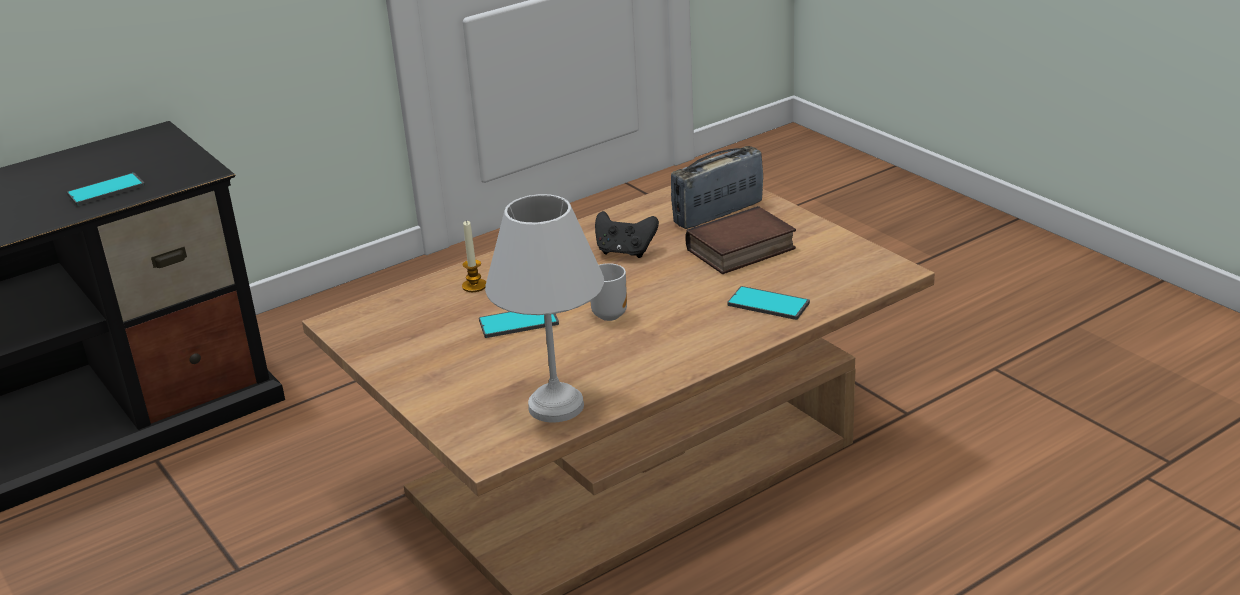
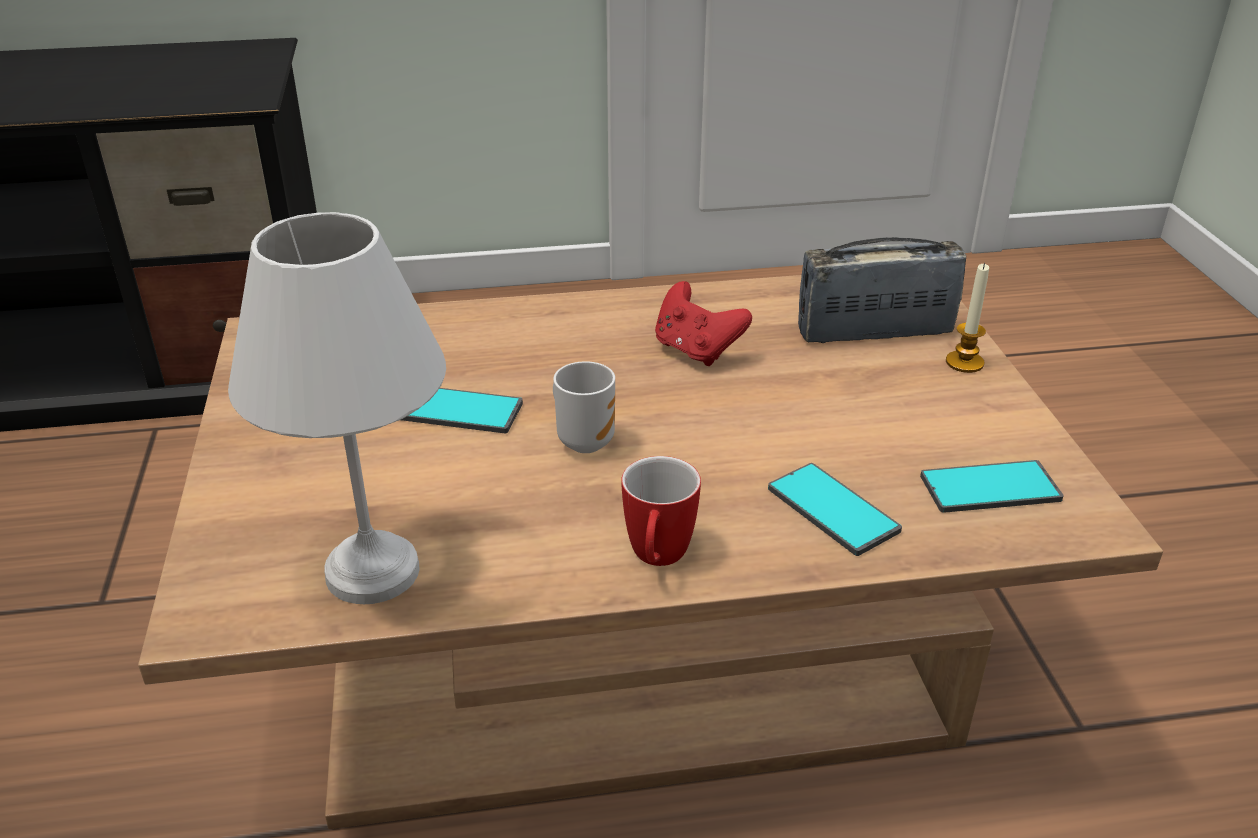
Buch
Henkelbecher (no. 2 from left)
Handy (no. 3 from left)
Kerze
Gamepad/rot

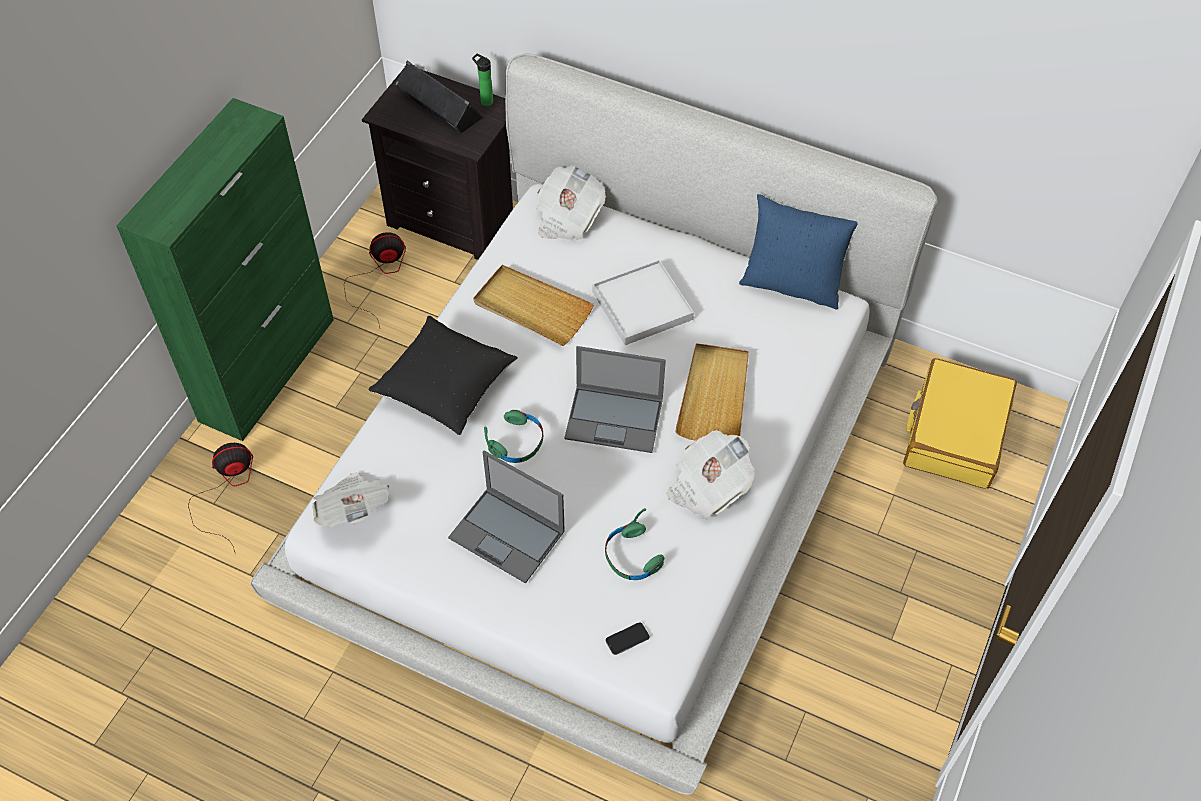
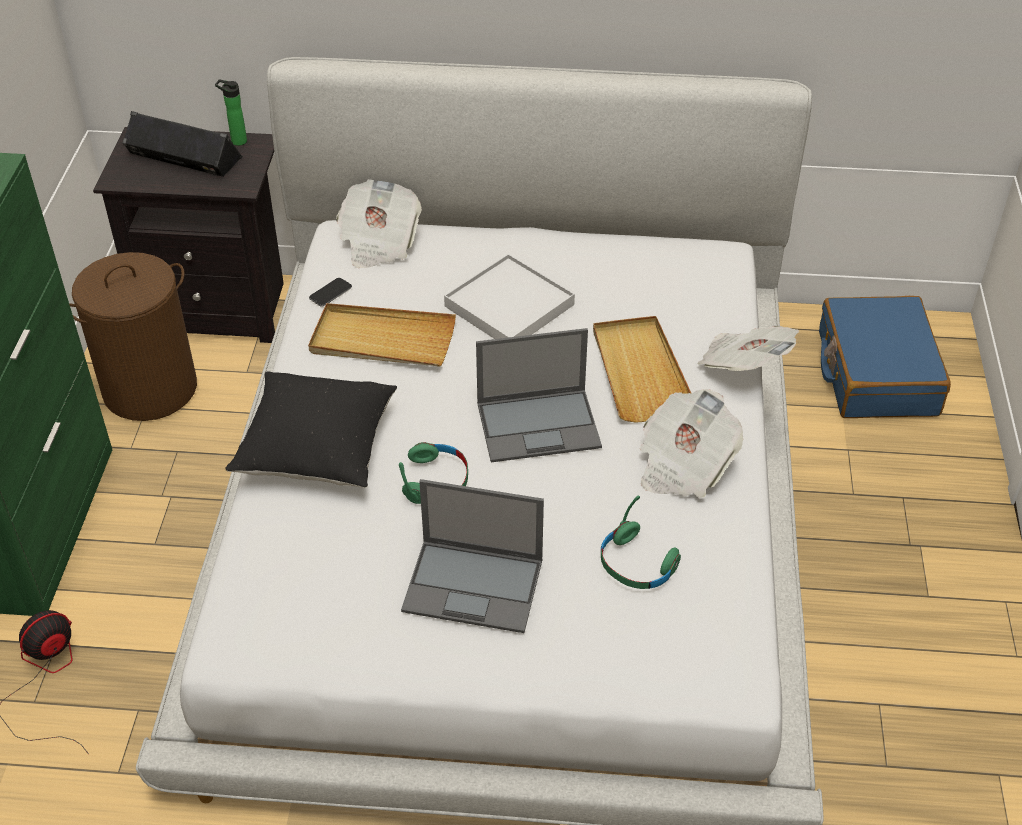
Kissen/blau
Zeitung (no. 3 from left)
Handy
Wäschekorb/braun
Koffer/blau

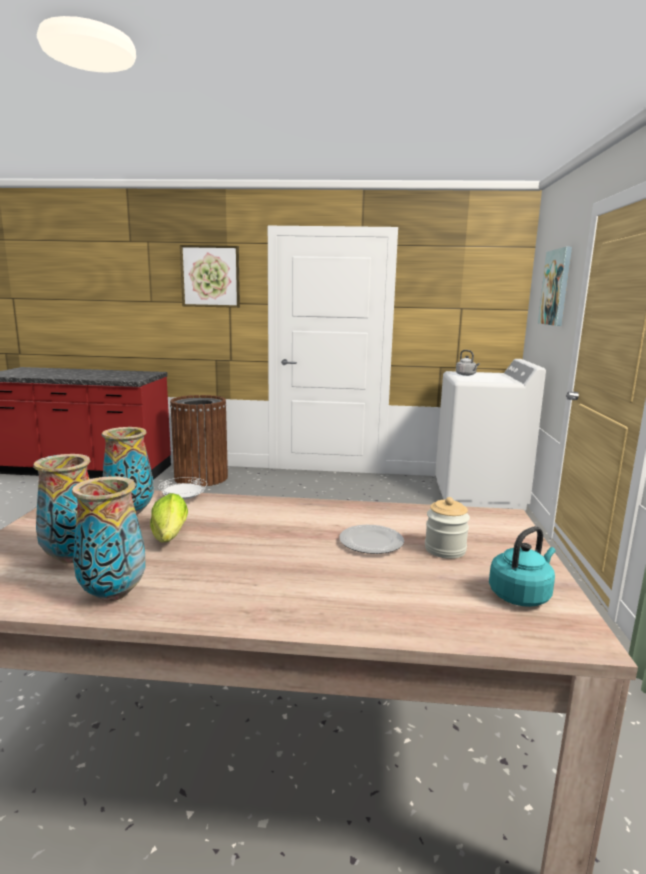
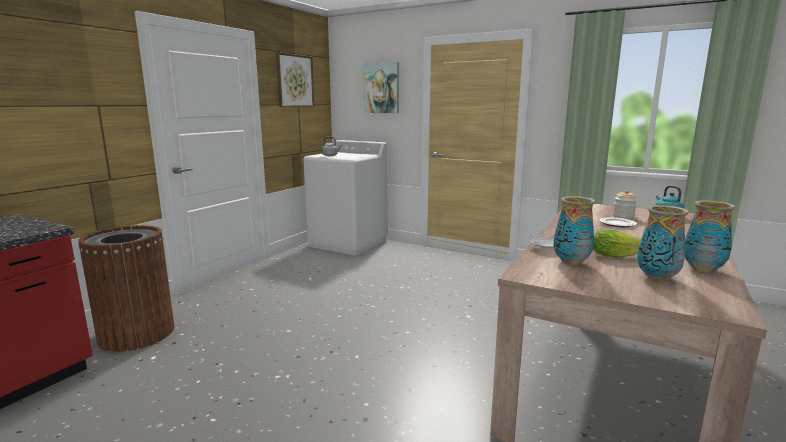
Bild (no. 1 from left)

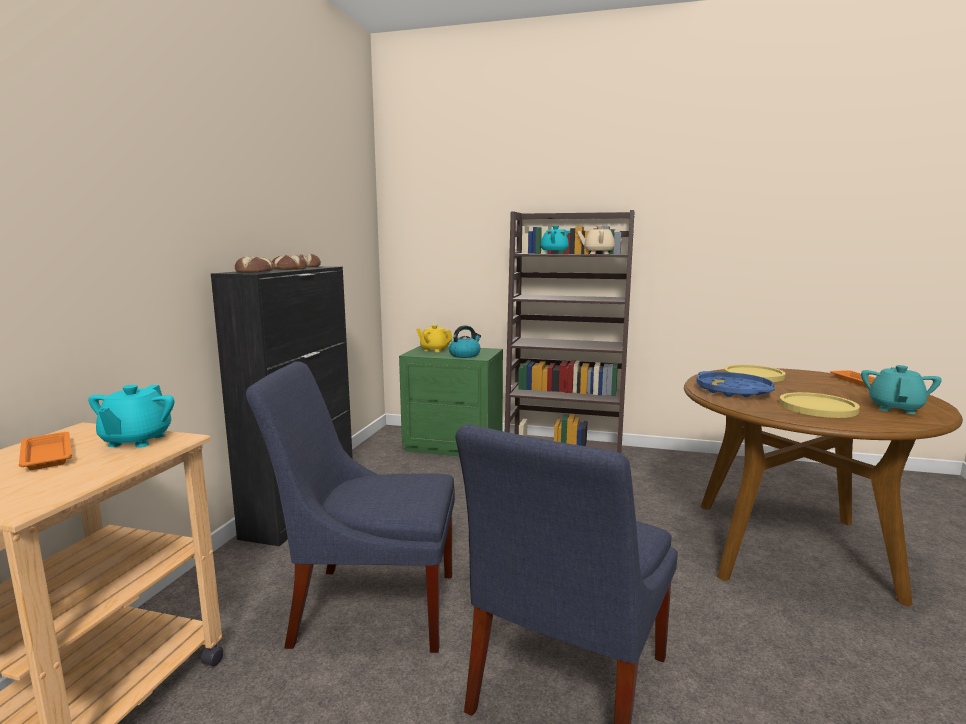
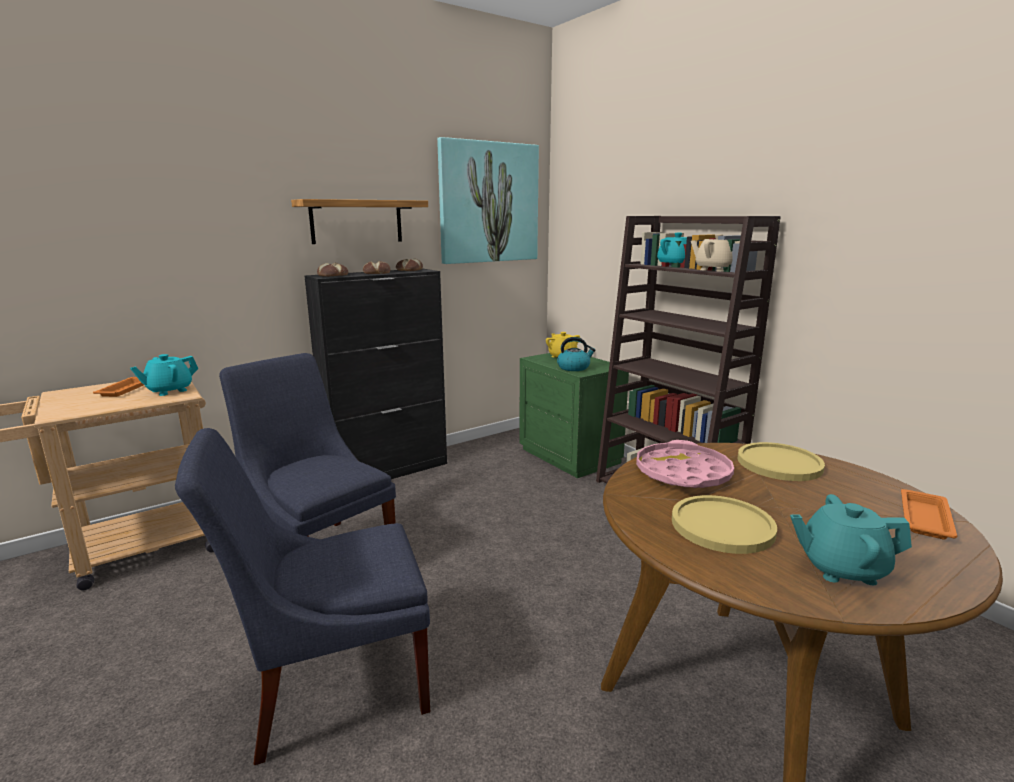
Wandregal
Bild
Tablett/rosa
Teekanne/türkis (no. 3 from left)

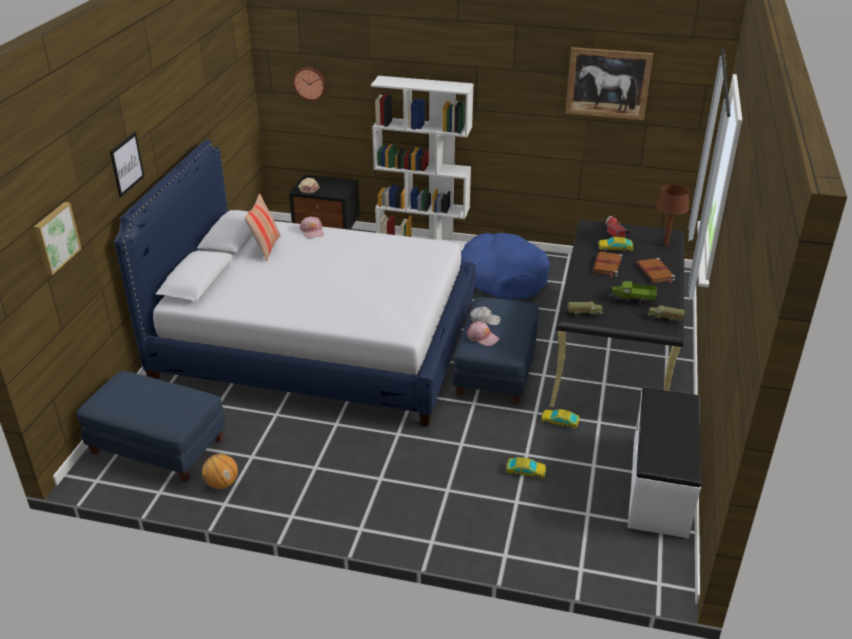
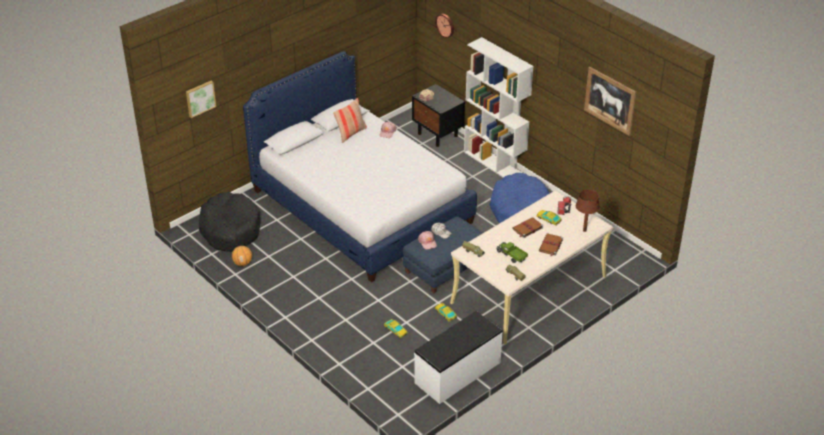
Bild (no. 2 from left in the first image)
Hundebett/schwarz
Schreibtisch/beige

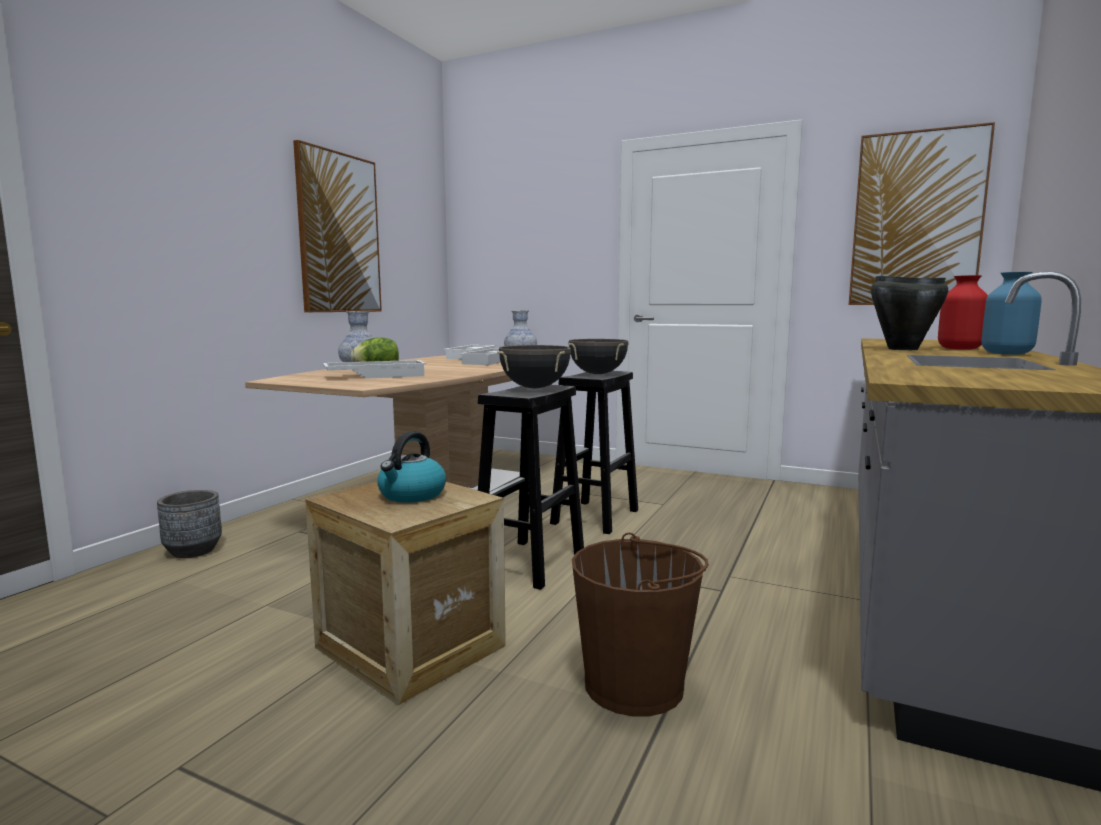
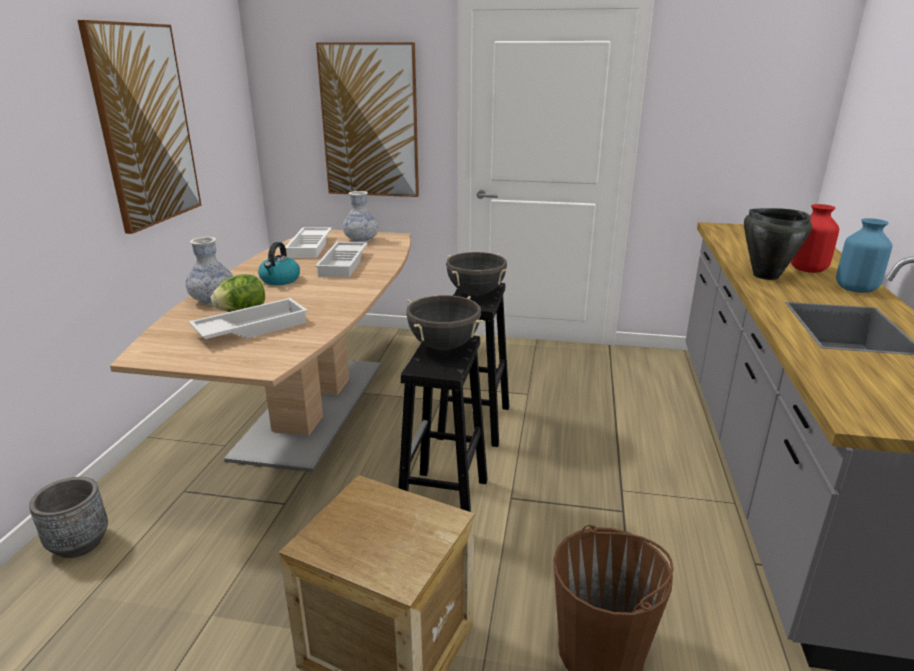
Wasserkessel
Bild (no. 2 from left)

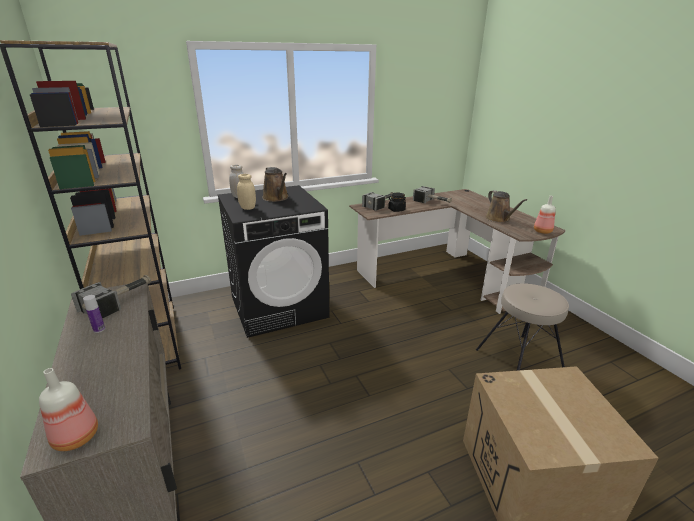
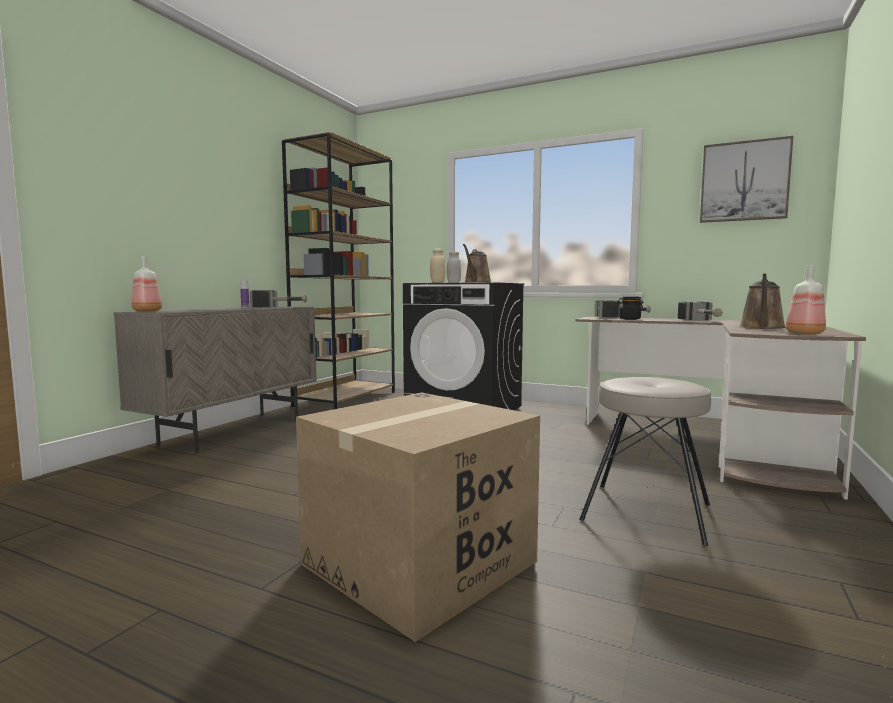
Bild

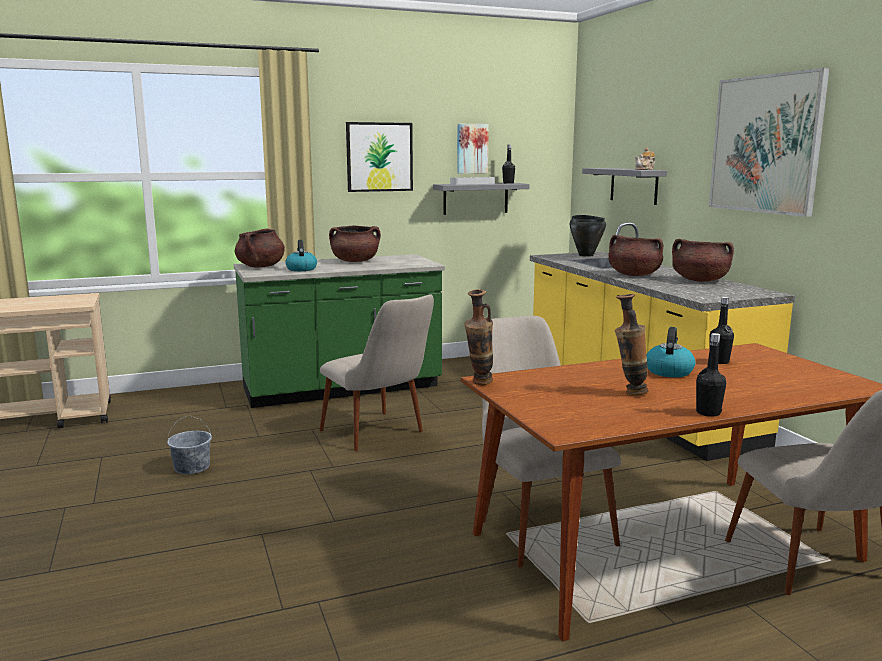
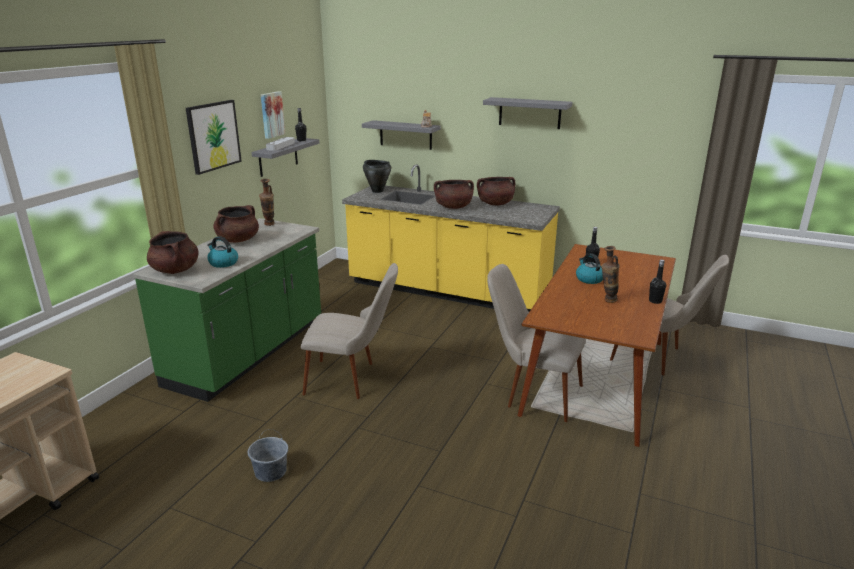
Vase (no. 1 from left)
Wandregal/grau (no. 3 from left)

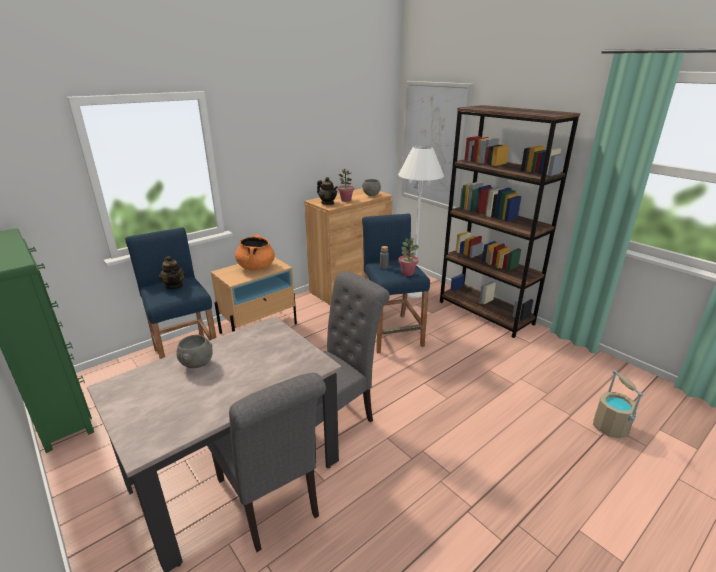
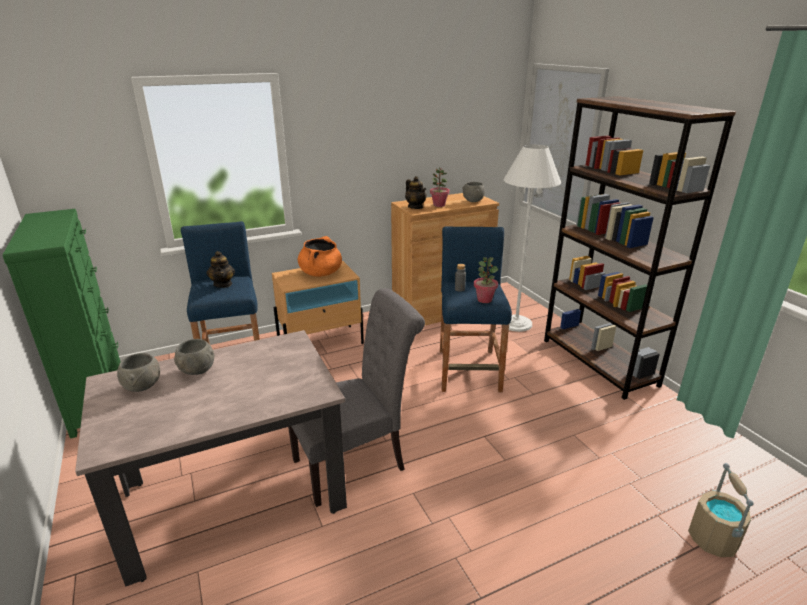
Stuhl/grau (no. 1 from left in the first image)
Schüssel/grau (no. 1 from left)

